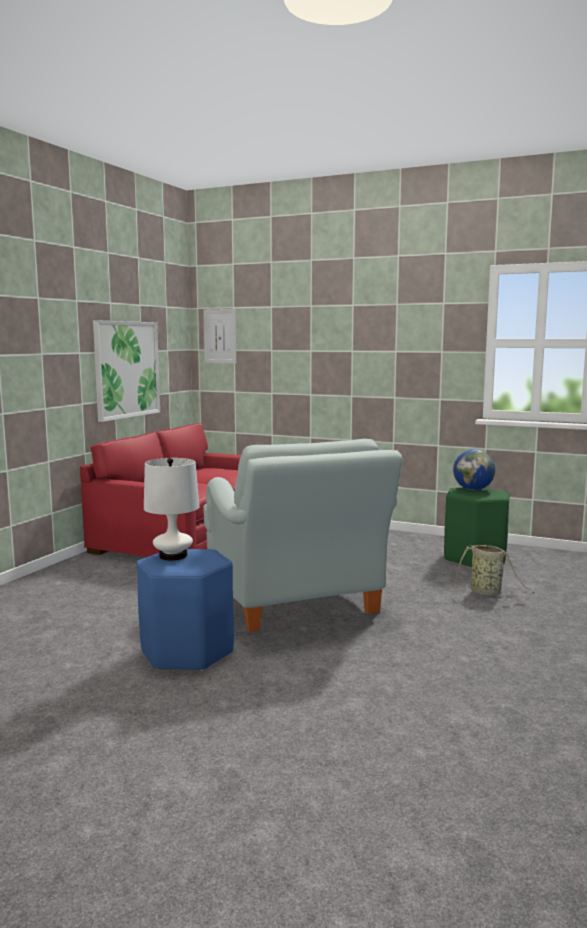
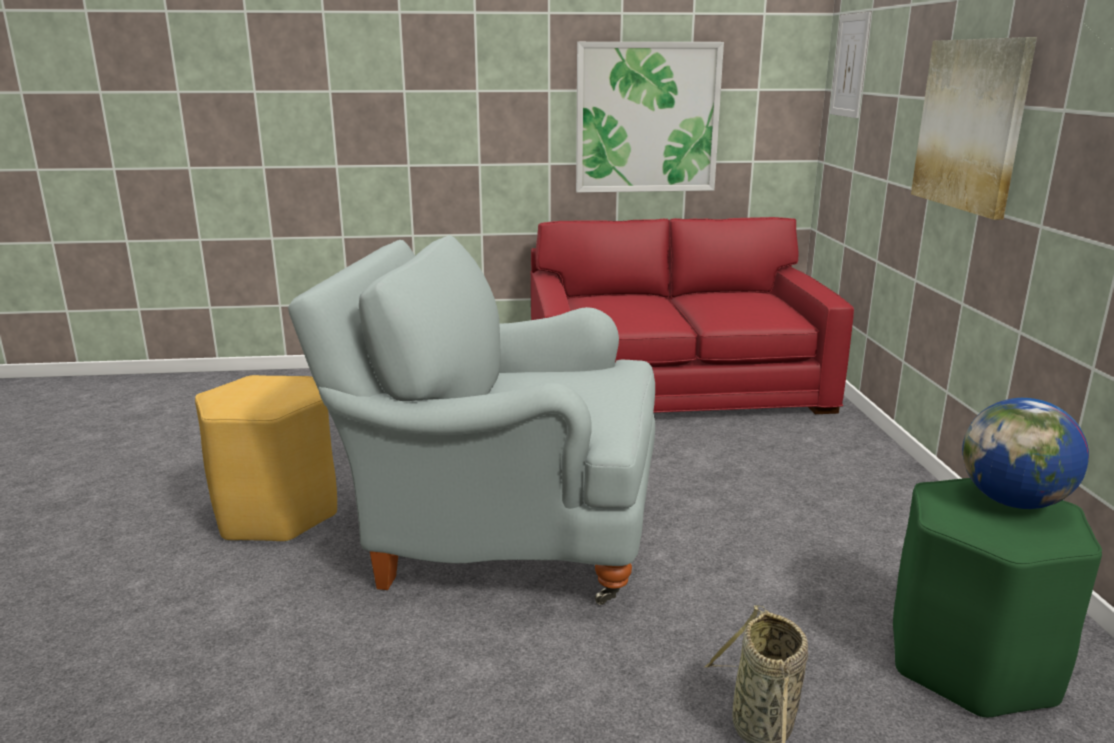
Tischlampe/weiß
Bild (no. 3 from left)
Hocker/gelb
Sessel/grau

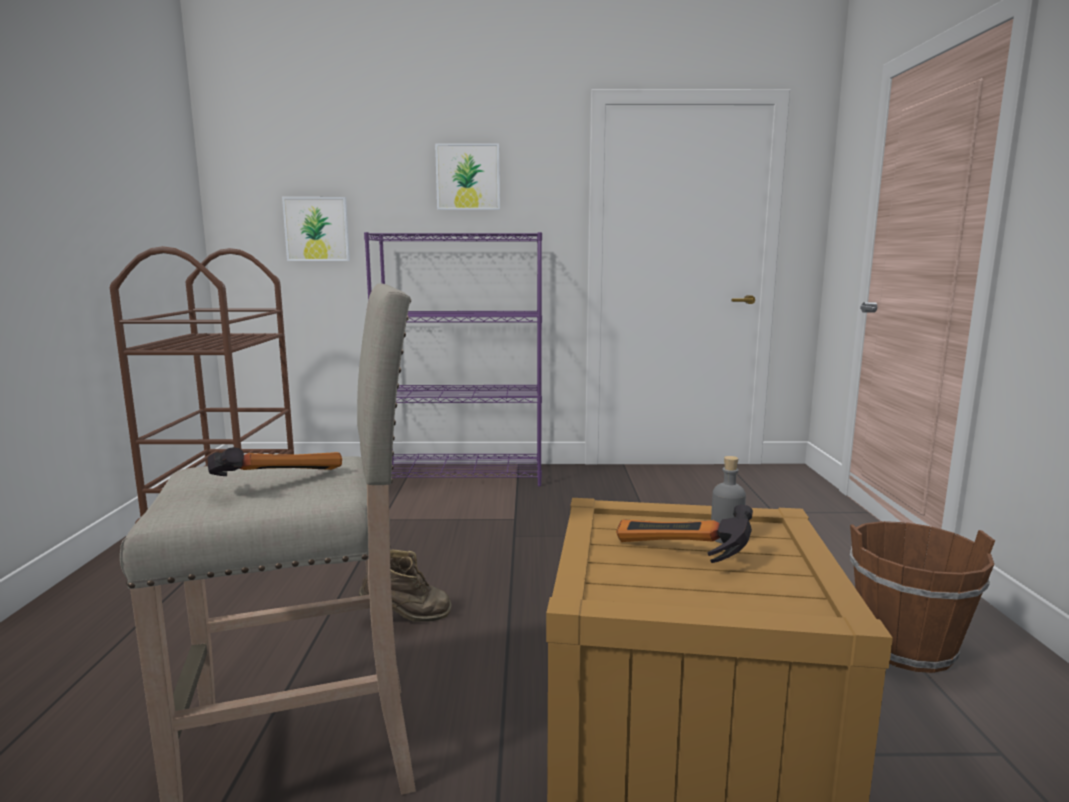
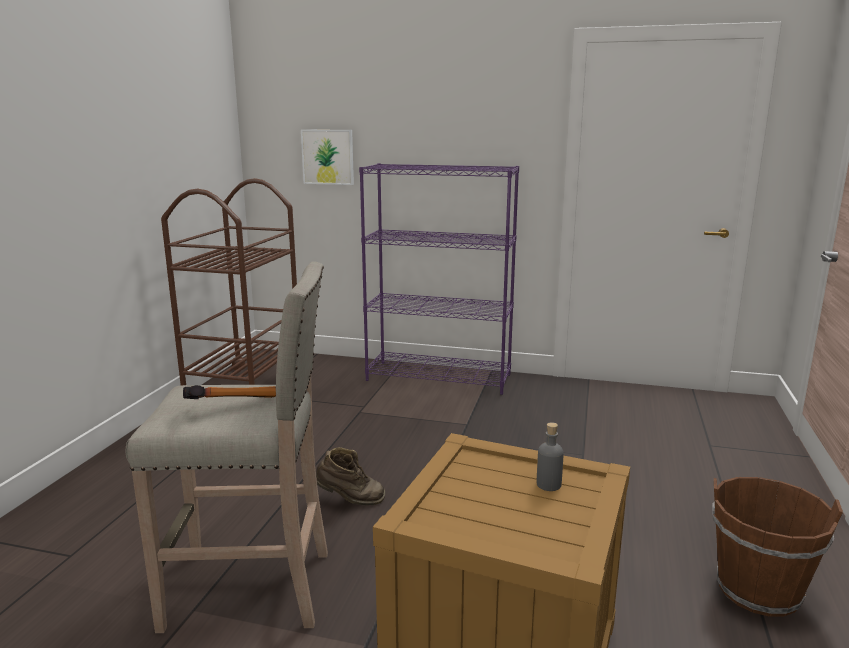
Bild (no. 2 from left in the first image)
Hammer (no. 2 from left in the first image)

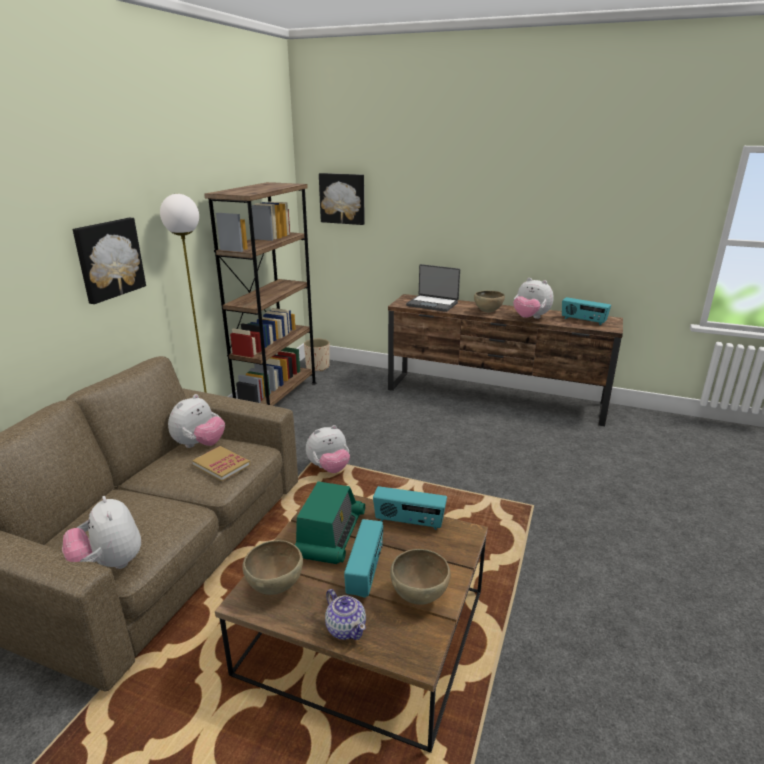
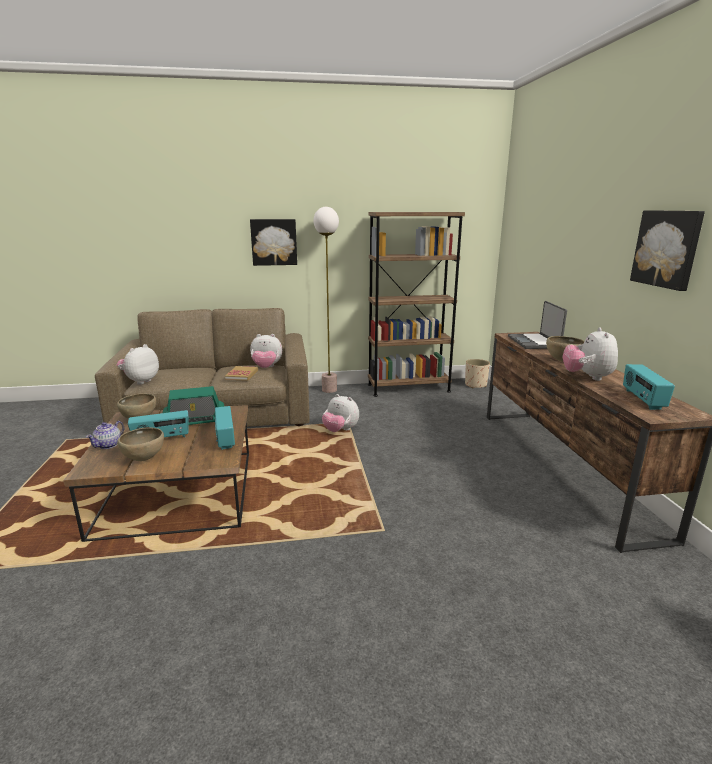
Bild (no. 2 from left)

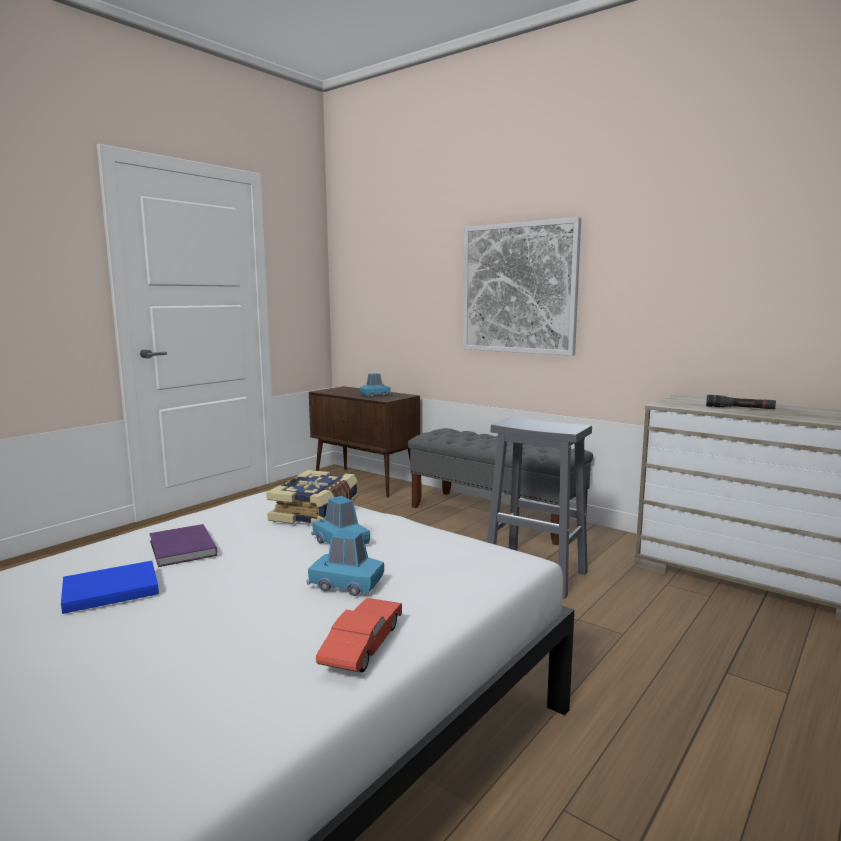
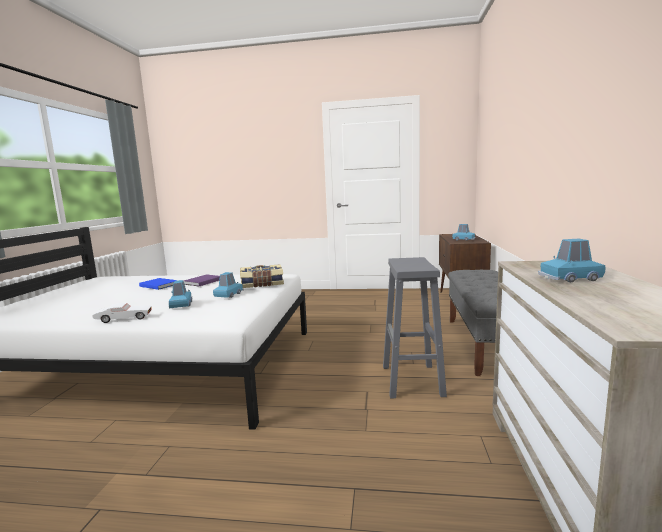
Bild
Spielzeugauto/blau (no. 4 from left)
Spielzeugauto/weiß

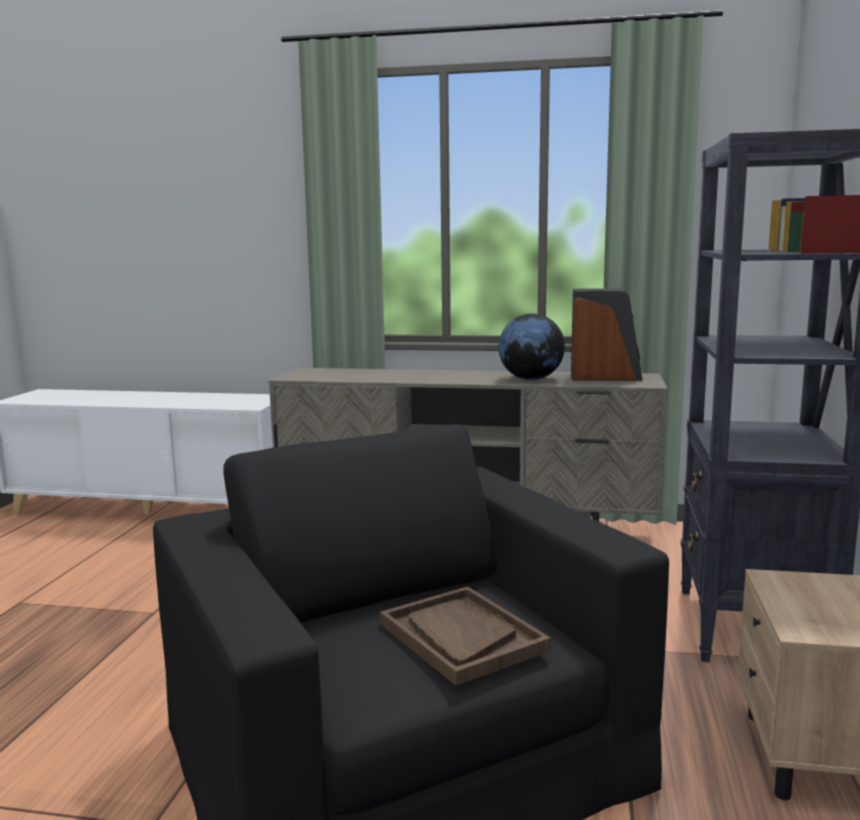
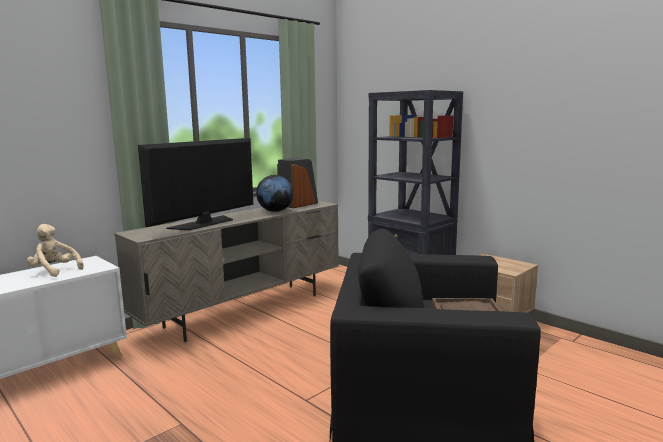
Plüschtier/beige
Fernseher

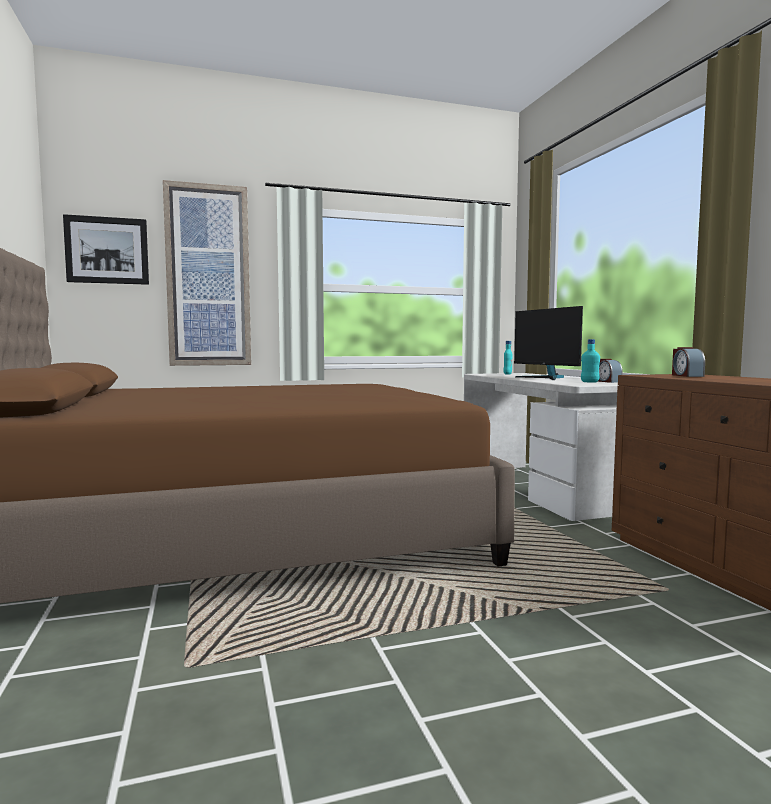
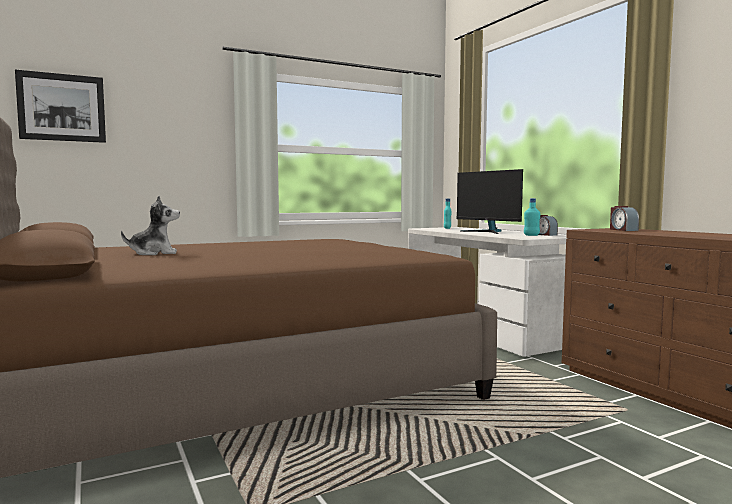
Bild (no. 2 from left in the first image)
Plüschtier

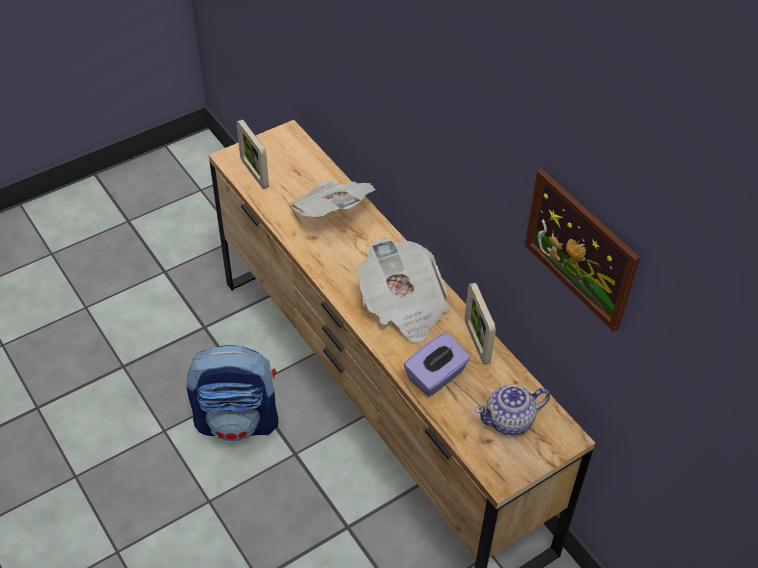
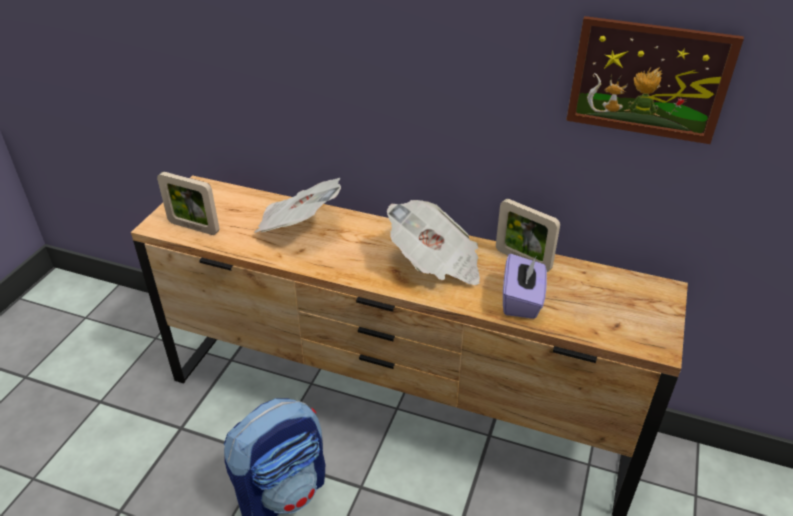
Teekanne

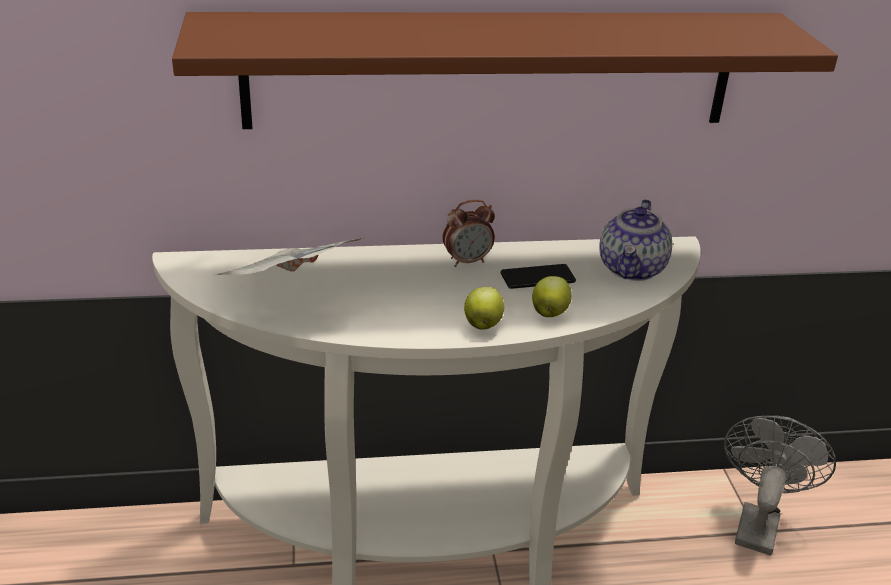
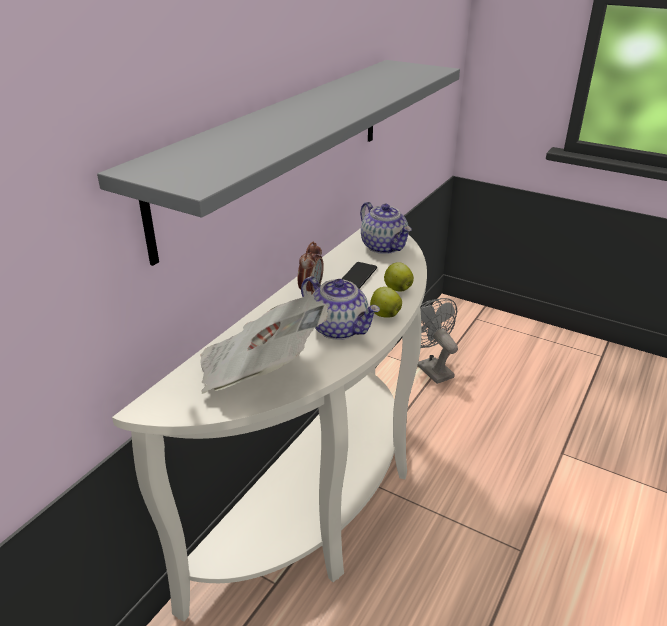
Teekanne (no. 1 from left)
Wandregal/grau

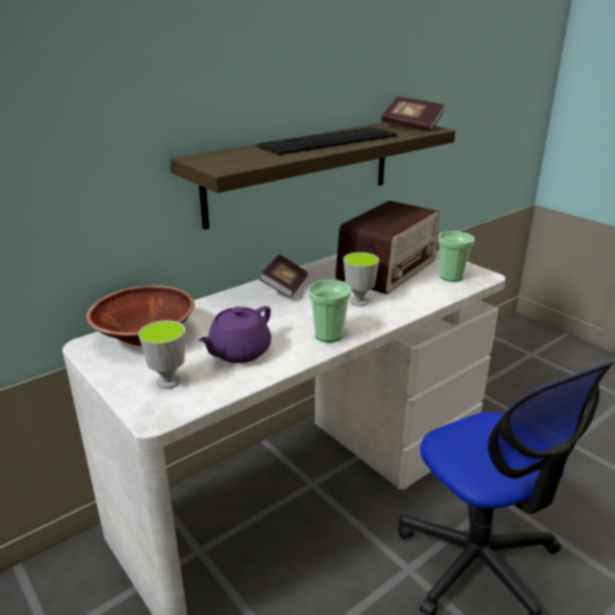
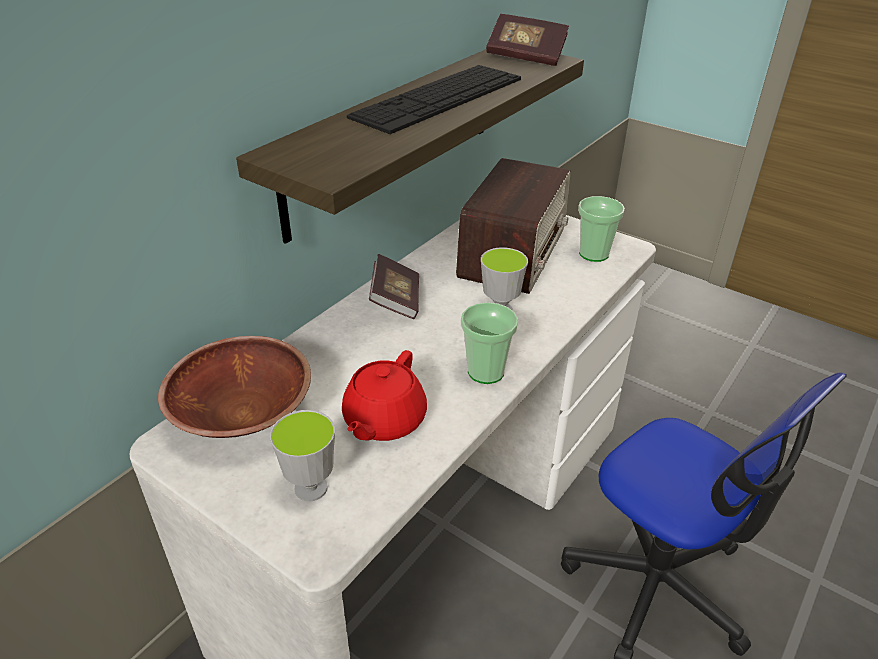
Teekanne/rot

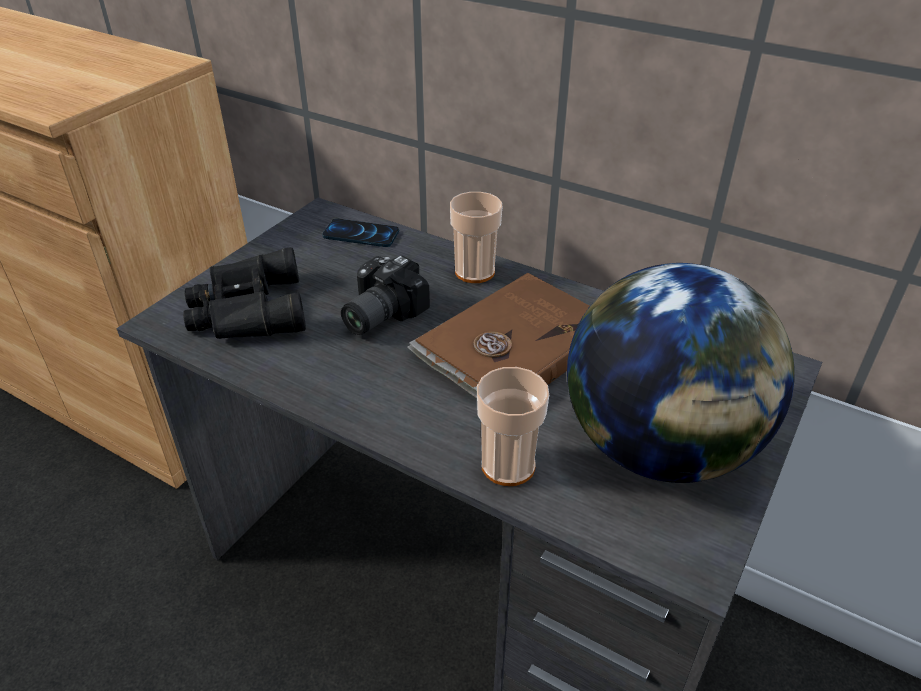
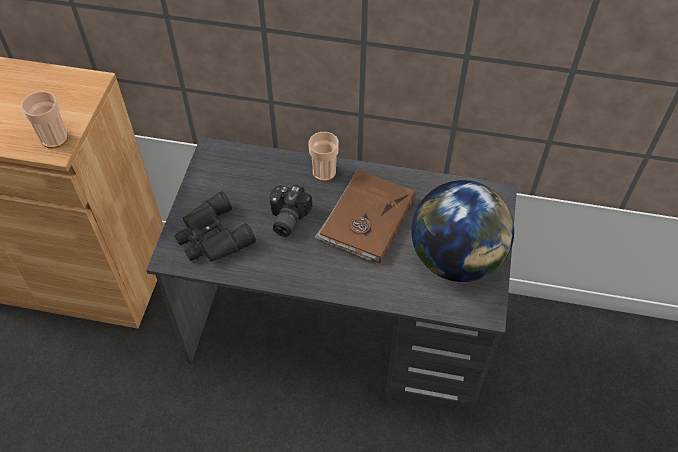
Handy
Tasse (no. 1 from left)

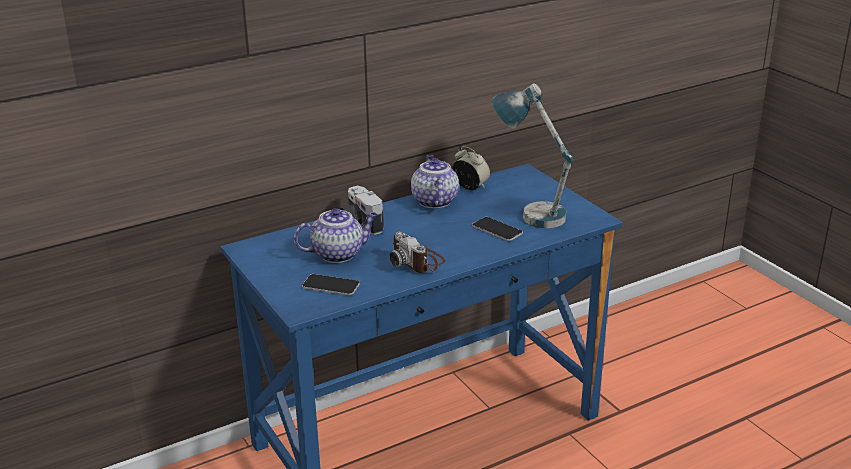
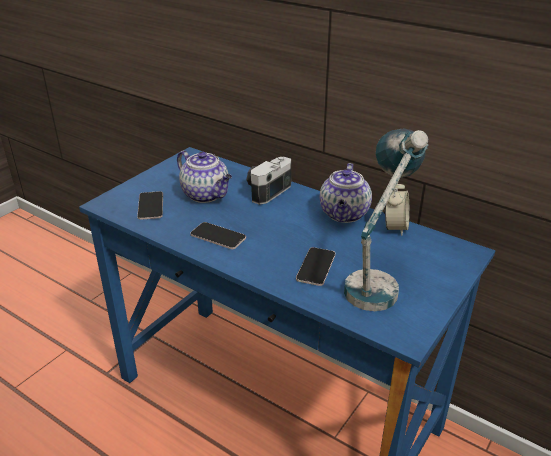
Handy (no. 2 from left)
Teekanne (no. 2 from left)

